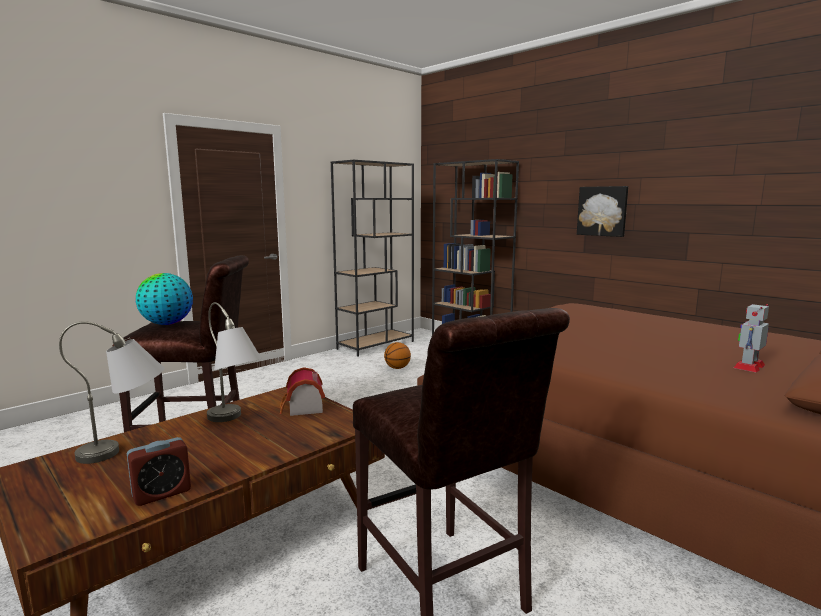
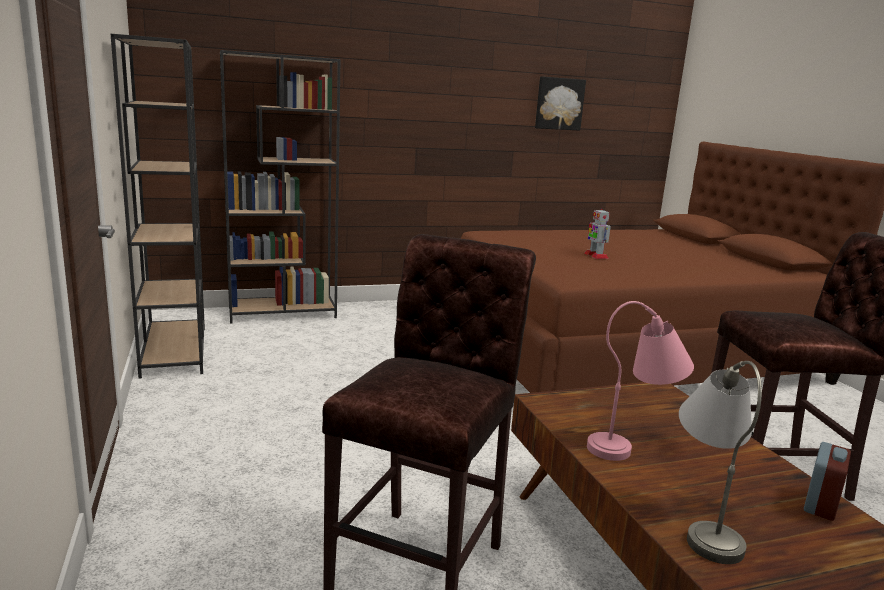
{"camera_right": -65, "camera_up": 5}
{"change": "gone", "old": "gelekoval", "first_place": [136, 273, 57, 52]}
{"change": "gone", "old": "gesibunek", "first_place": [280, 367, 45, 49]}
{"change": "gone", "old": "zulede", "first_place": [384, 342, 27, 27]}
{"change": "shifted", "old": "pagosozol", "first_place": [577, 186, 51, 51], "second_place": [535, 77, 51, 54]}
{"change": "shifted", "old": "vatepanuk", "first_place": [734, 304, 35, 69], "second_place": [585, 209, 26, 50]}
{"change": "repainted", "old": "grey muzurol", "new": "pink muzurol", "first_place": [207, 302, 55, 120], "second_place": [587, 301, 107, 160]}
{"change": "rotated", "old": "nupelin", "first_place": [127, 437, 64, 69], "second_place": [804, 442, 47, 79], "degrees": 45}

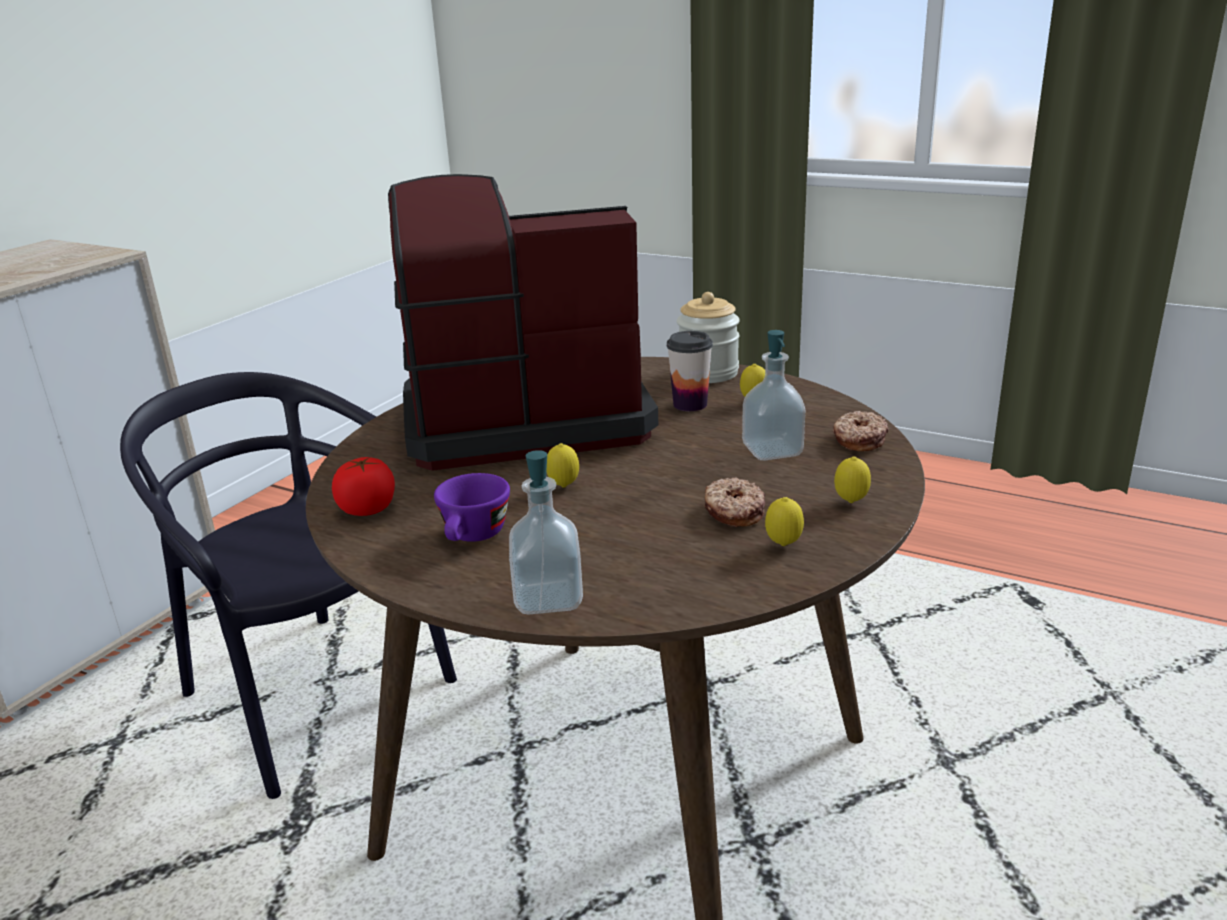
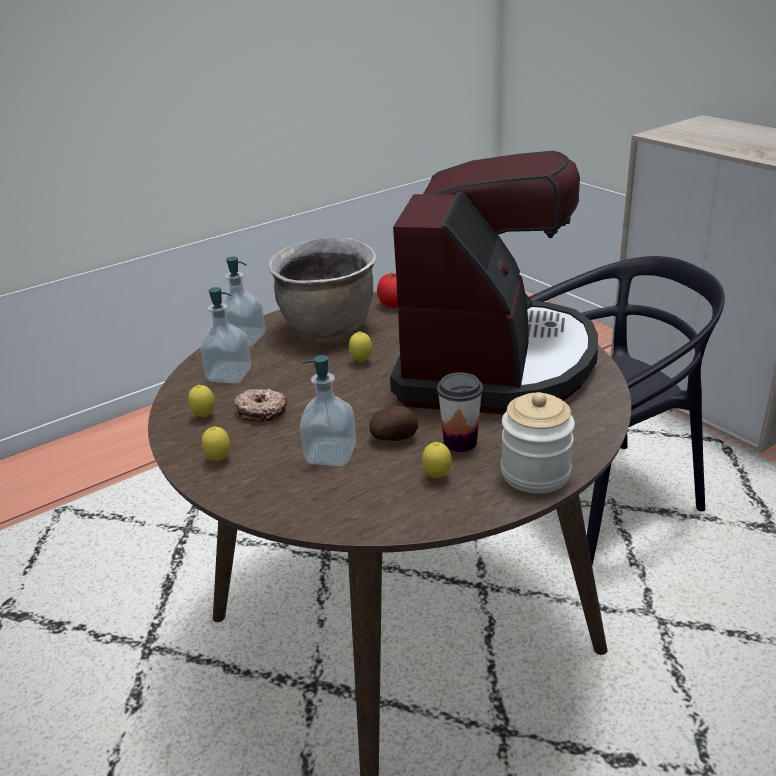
{"camera_right": 115, "camera_up": 5}
{"change": "gone", "old": "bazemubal", "first_place": [833, 411, 56, 40]}
{"change": "new", "new": "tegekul", "second_place": [200, 287, 51, 96]}
{"change": "new", "new": "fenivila", "second_place": [369, 405, 49, 36]}
{"change": "swapped", "old": "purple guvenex", "new": "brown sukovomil", "first_place": [434, 473, 76, 69], "second_place": [268, 238, 108, 101]}

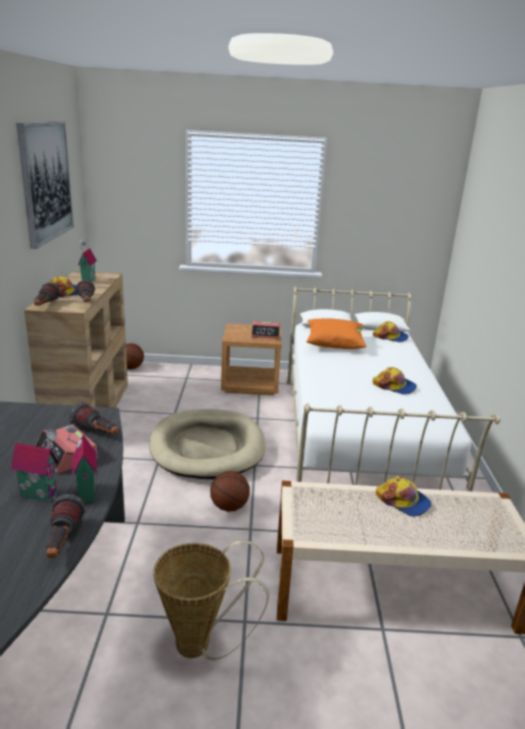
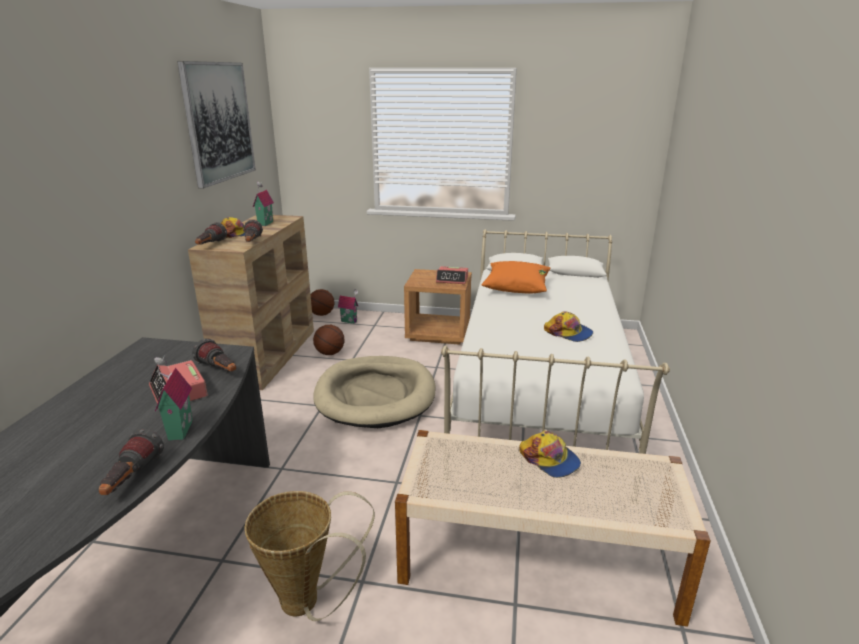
{"camera_right": 10, "camera_up": 0}
{"change": "gone", "old": "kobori", "first_place": [373, 321, 36, 21]}
{"change": "shifted", "old": "gesibunek", "first_place": [11, 428, 48, 74], "second_place": [338, 289, 20, 35]}
{"change": "shifted", "old": "zulede", "first_place": [210, 471, 40, 41], "second_place": [313, 325, 32, 30]}

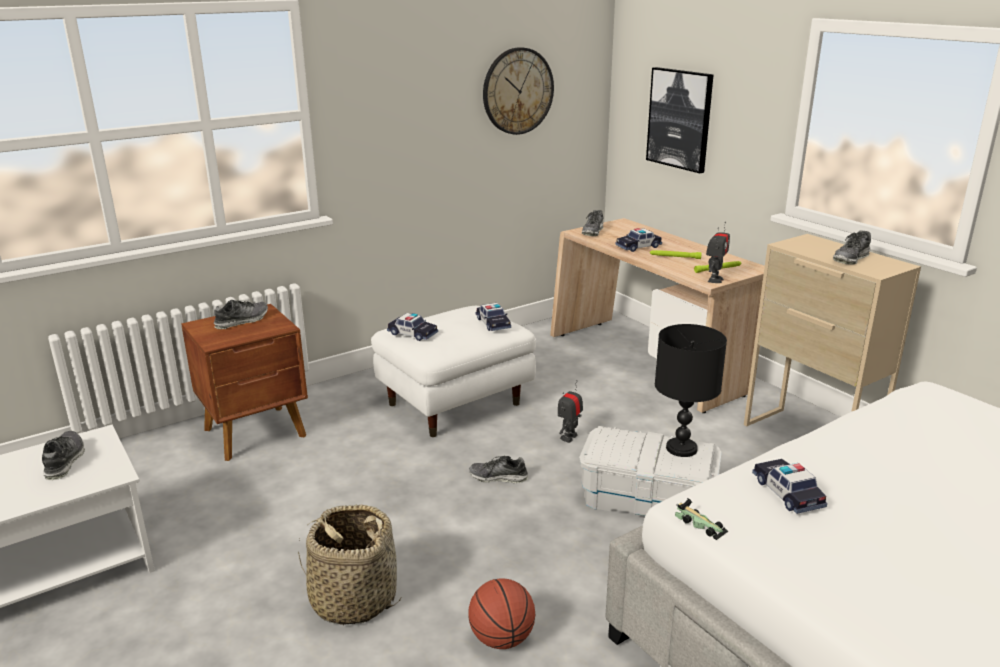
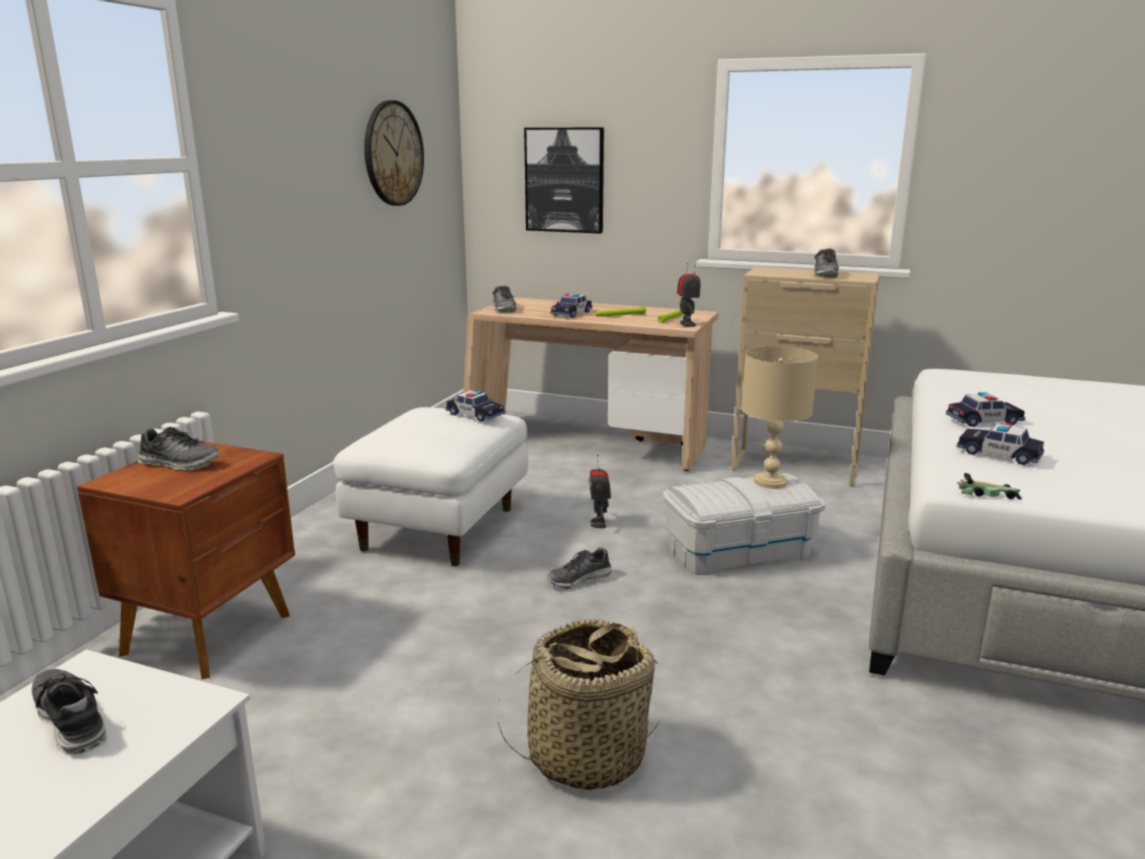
{"camera_right": -35, "camera_up": -5}
{"change": "gone", "old": "zulede", "first_place": [468, 579, 67, 70]}
{"change": "shifted", "old": "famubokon", "first_place": [387, 313, 51, 28], "second_place": [946, 392, 79, 35]}
{"change": "repainted", "old": "black muzurol", "new": "beige muzurol", "first_place": [655, 324, 72, 133], "second_place": [741, 346, 77, 143]}
{"change": "rotated", "old": "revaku", "first_place": [214, 300, 54, 29], "second_place": [138, 427, 82, 43], "degrees": 90}

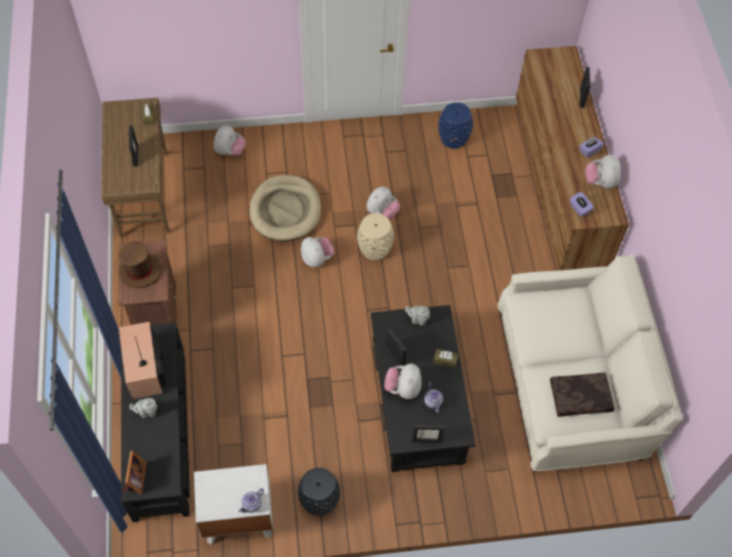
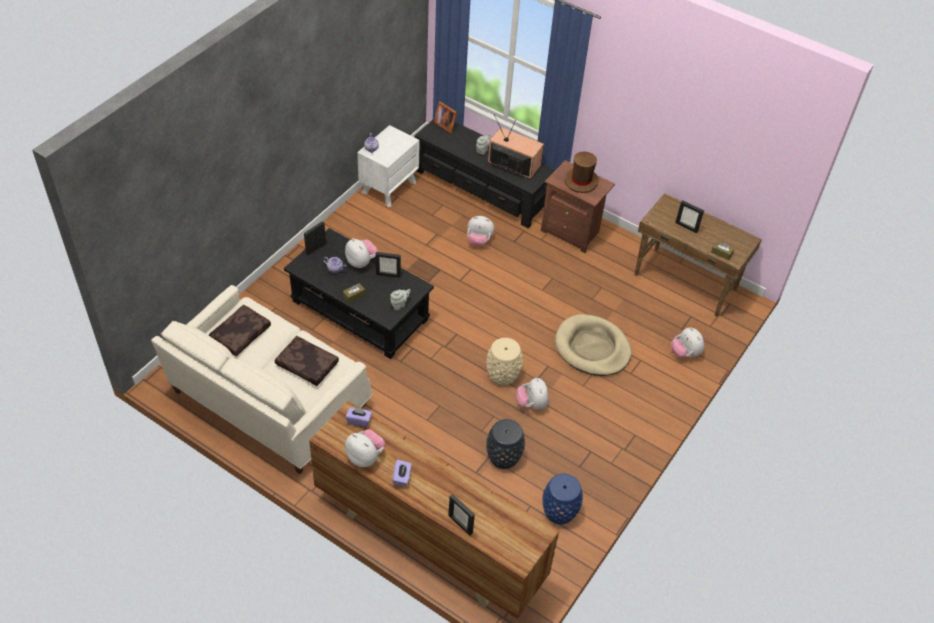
{"camera_right": 130, "camera_up": -10}
{"change": "new", "new": "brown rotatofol", "second_place": [275, 336, 64, 50]}
{"change": "shifted", "old": "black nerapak", "first_place": [298, 468, 42, 48], "second_place": [486, 419, 39, 50]}
{"change": "shifted", "old": "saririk", "first_place": [301, 237, 34, 30], "second_place": [467, 216, 27, 31]}

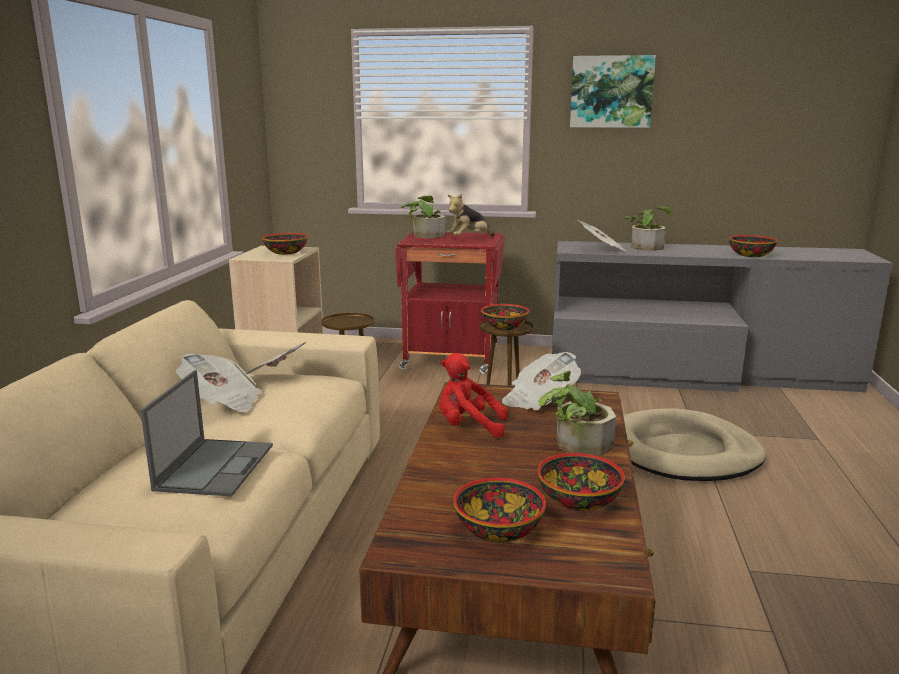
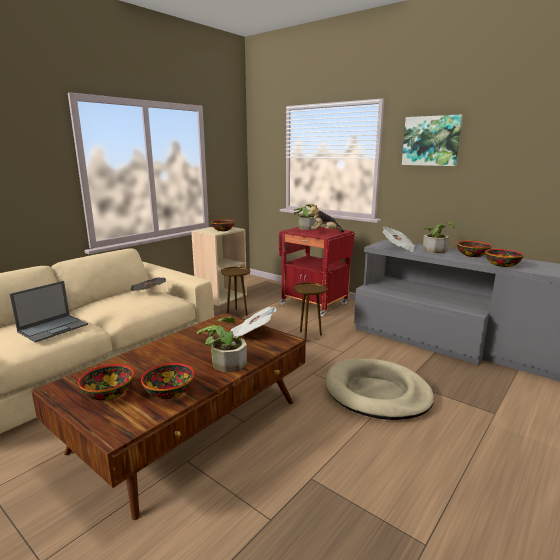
{"camera_right": 30, "camera_up": 0}
{"change": "gone", "old": "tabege", "first_place": [176, 353, 85, 59]}
{"change": "gone", "old": "red saririk", "first_place": [439, 353, 70, 85]}
{"change": "shifted", "old": "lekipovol", "first_place": [481, 304, 48, 26], "second_place": [457, 241, 34, 16]}

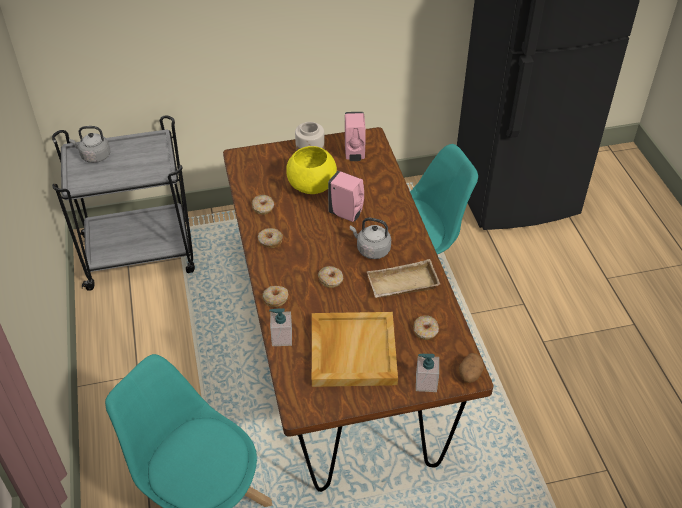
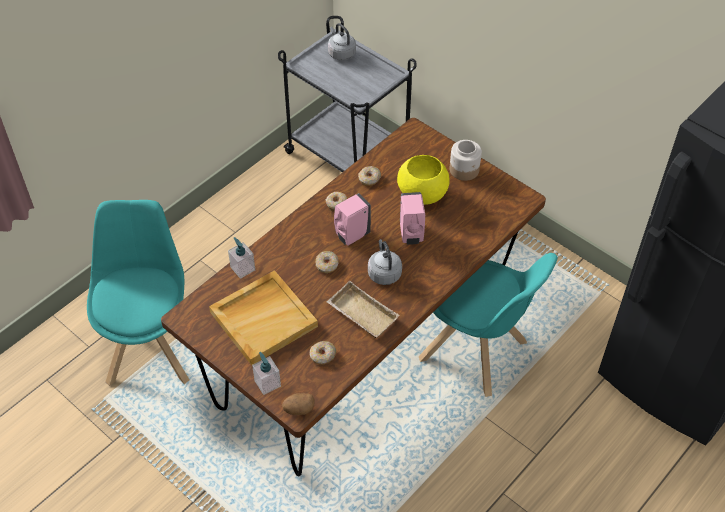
{"camera_right": 55, "camera_up": 5}
{"change": "gone", "old": "bazemubal", "first_place": [262, 286, 26, 21]}
{"change": "shifted", "old": "pink tegekul", "first_place": [345, 112, 21, 49], "second_place": [334, 193, 37, 53]}

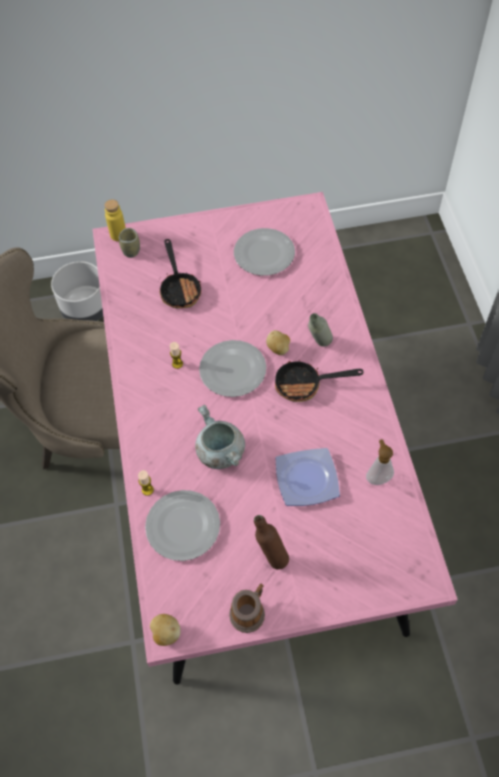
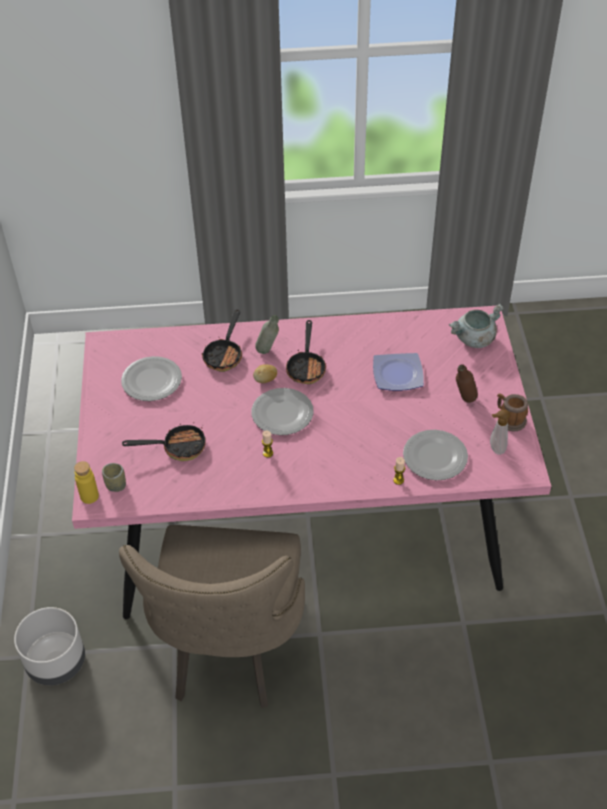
{"camera_right": -85, "camera_up": -10}
{"change": "gone", "old": "fenivila", "first_place": [150, 614, 30, 32]}
{"change": "new", "new": "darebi", "second_place": [202, 309, 40, 63]}
{"change": "shifted", "old": "grey sukovomil", "first_place": [195, 405, 50, 64], "second_place": [449, 304, 55, 44]}
{"change": "shifted", "old": "tegekul", "first_place": [366, 439, 28, 46], "second_place": [490, 409, 20, 46]}

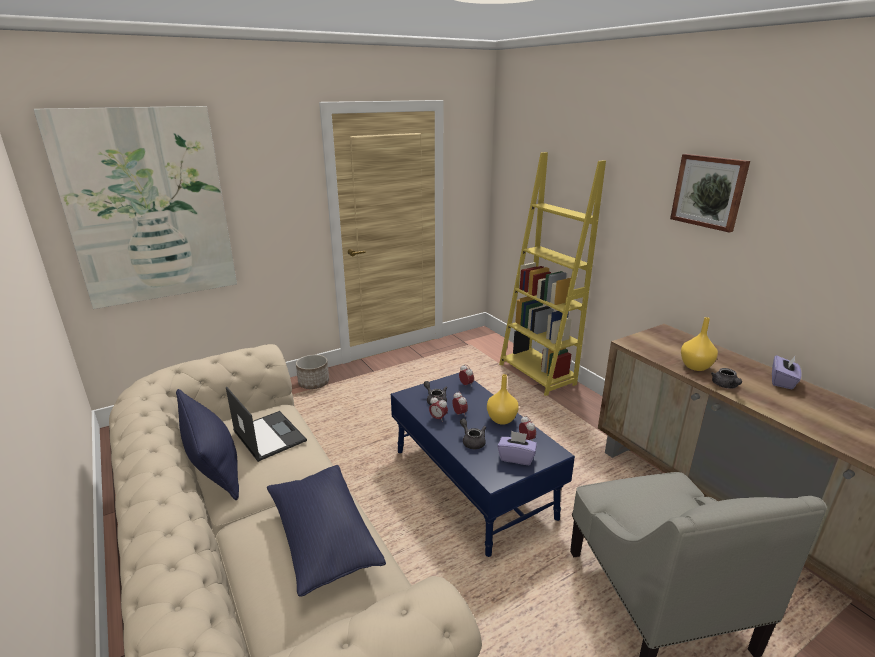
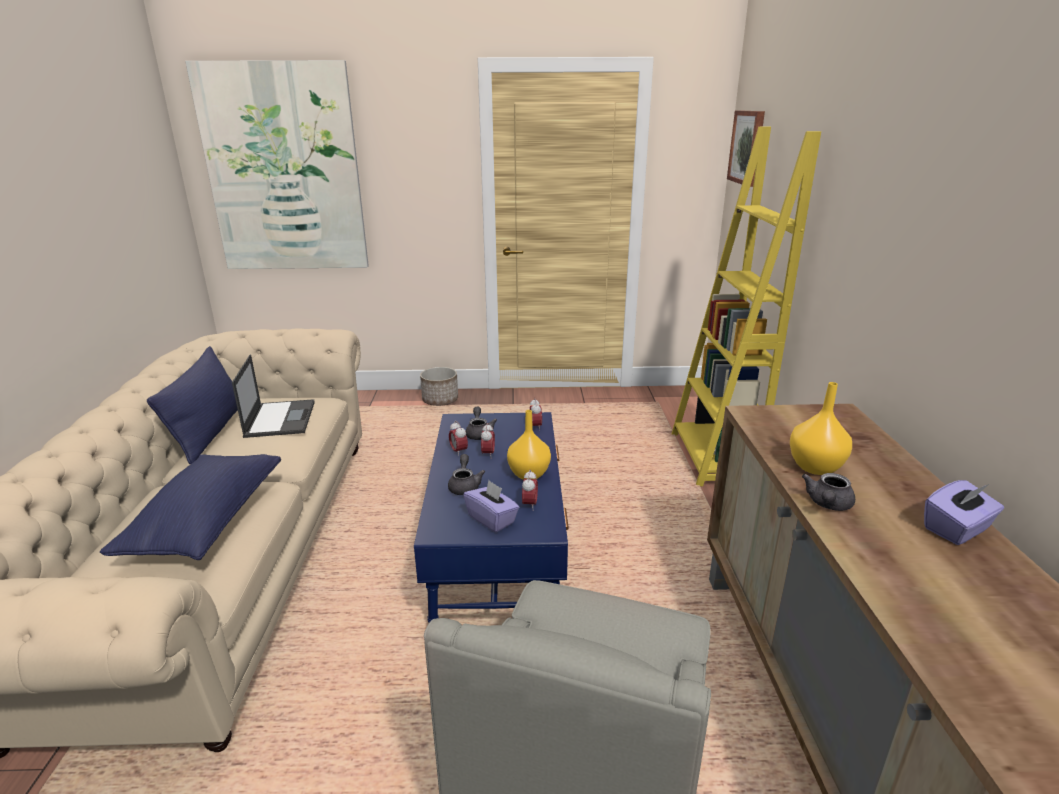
{"camera_right": 30, "camera_up": 0}
{"change": "shifted", "old": "pagosozol", "first_place": [670, 154, 80, 79], "second_place": [727, 111, 38, 76]}

